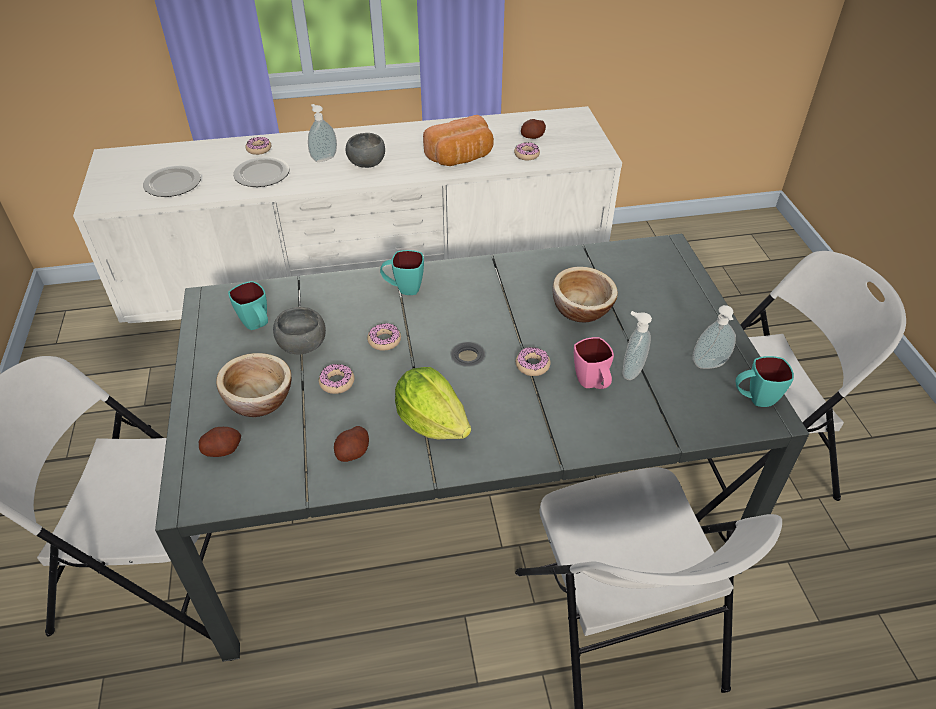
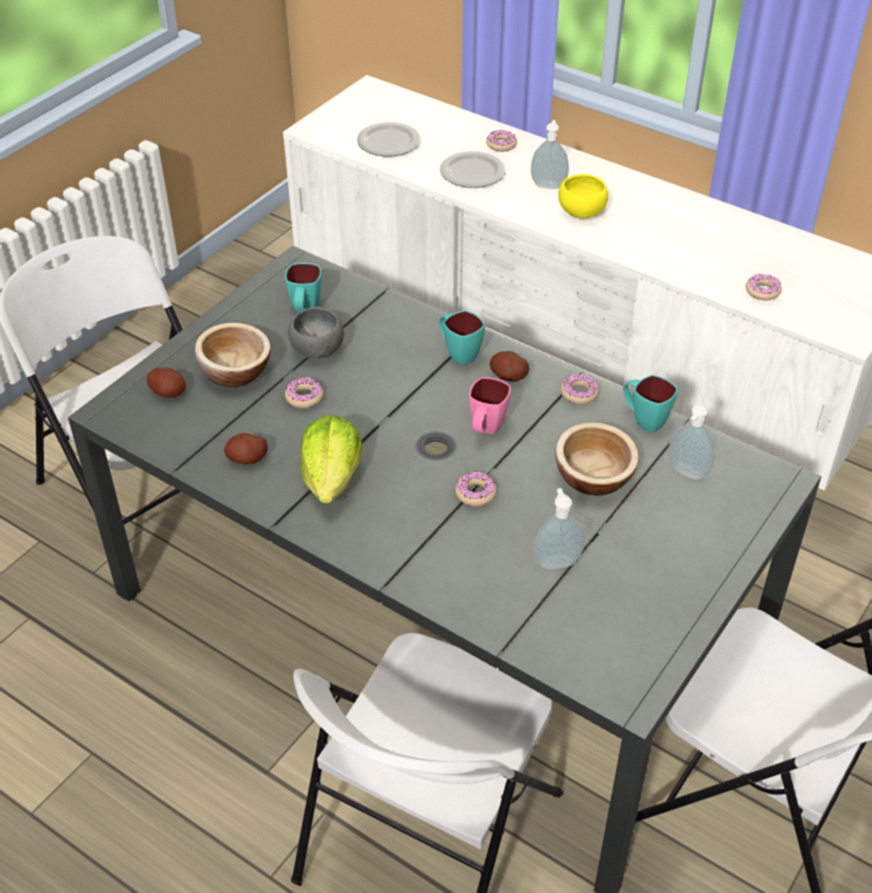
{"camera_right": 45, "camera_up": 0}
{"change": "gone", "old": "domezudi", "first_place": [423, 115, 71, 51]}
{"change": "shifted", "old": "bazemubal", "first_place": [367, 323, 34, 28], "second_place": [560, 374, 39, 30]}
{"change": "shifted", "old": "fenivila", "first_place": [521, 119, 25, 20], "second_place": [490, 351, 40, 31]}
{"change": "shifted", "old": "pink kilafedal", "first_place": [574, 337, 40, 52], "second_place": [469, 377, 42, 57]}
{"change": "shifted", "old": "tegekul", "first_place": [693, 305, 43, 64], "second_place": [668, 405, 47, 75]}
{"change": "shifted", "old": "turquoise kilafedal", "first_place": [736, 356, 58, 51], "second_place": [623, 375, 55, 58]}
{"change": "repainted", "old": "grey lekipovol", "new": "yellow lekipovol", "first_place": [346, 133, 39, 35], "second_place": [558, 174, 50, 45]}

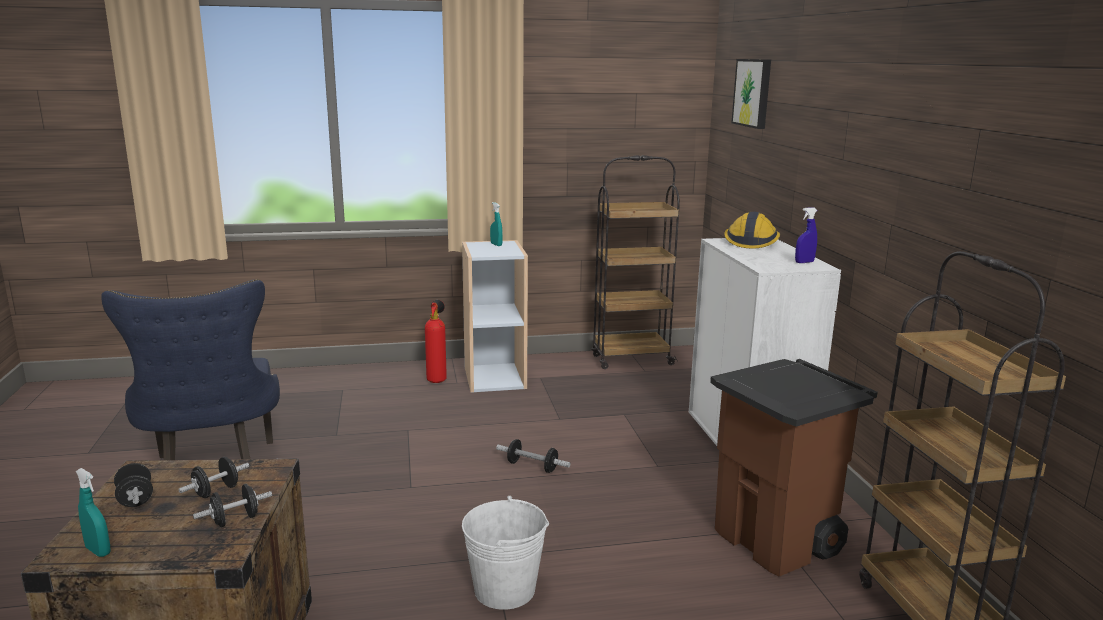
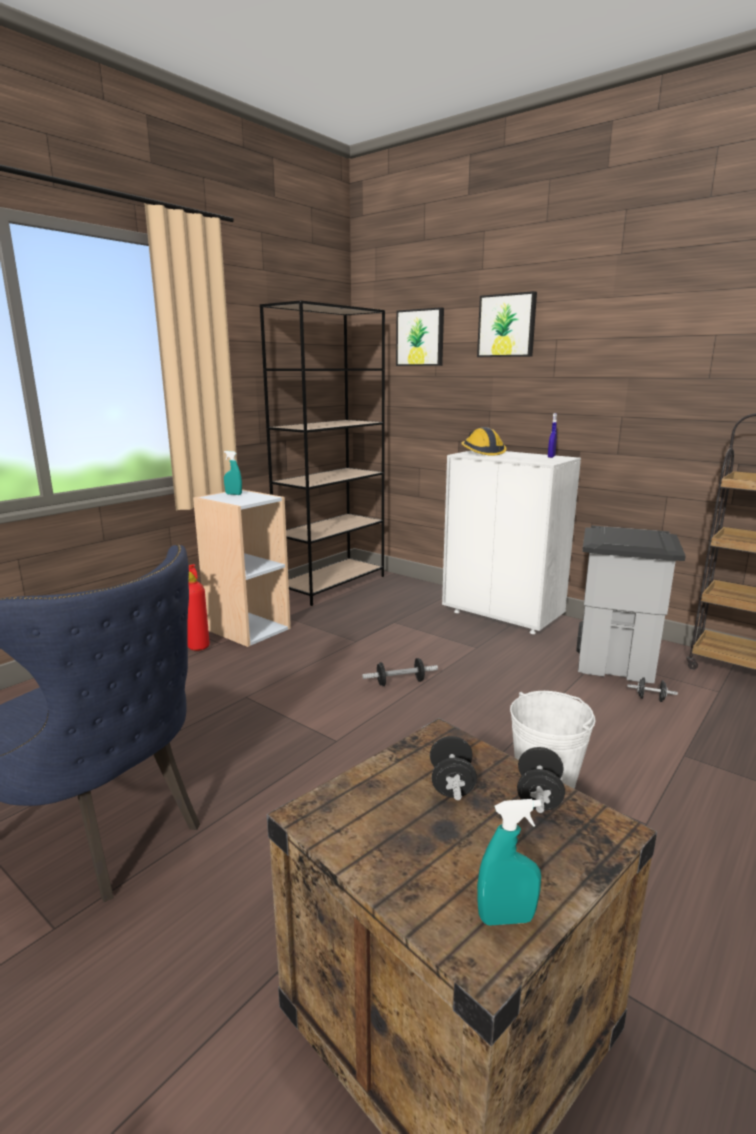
{"camera_right": -40, "camera_up": 0}
{"change": "new", "new": "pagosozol", "second_place": [477, 291, 60, 66]}
{"change": "shifted", "old": "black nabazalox", "first_place": [114, 463, 39, 44], "second_place": [627, 678, 51, 24]}
{"change": "swapped", "old": "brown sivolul", "new": "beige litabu", "first_place": [591, 155, 89, 214], "second_place": [260, 300, 125, 306]}
{"change": "repainted", "old": "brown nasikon", "new": "grey nasikon", "first_place": [710, 359, 168, 218], "second_place": [576, 525, 110, 158]}

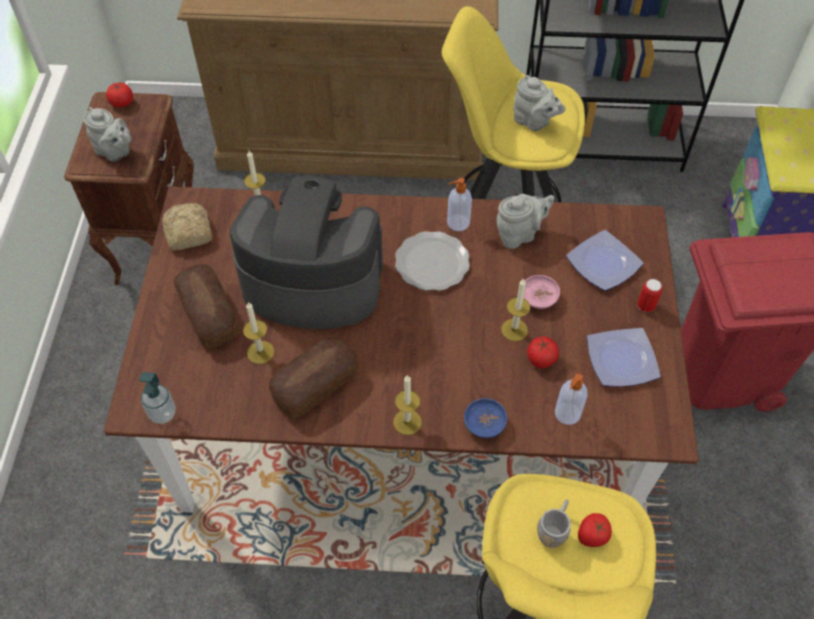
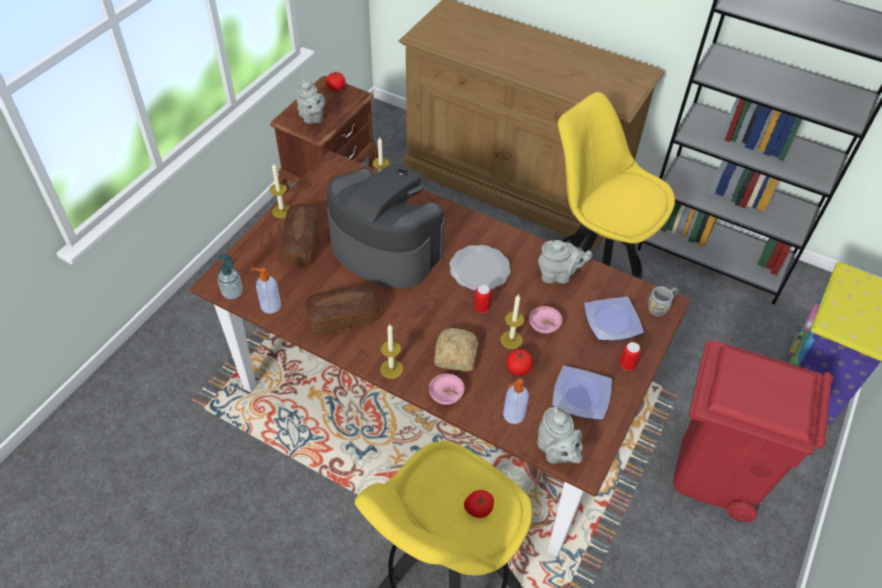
{"camera_right": 25, "camera_up": -5}
{"change": "new", "new": "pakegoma", "second_place": [474, 285, 18, 28]}
{"change": "shifted", "old": "domezudi", "first_place": [162, 203, 51, 47], "second_place": [434, 328, 44, 43]}
{"change": "shifted", "old": "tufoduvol", "first_place": [243, 302, 31, 62], "second_place": [269, 163, 21, 55]}
{"change": "shifted", "old": "tegekul", "first_place": [447, 178, 25, 53], "second_place": [251, 268, 30, 46]}
{"change": "shifted", "old": "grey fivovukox", "first_place": [513, 75, 53, 56], "second_place": [537, 407, 46, 57]}
{"change": "shifted", "old": "grey kilafedal", "first_place": [537, 499, 34, 49], "second_place": [648, 286, 30, 31]}
{"change": "repainted", "old": "blue lekipovol", "new": "pink lekipovol", "first_place": [464, 398, 43, 40], "second_place": [429, 373, 35, 32]}

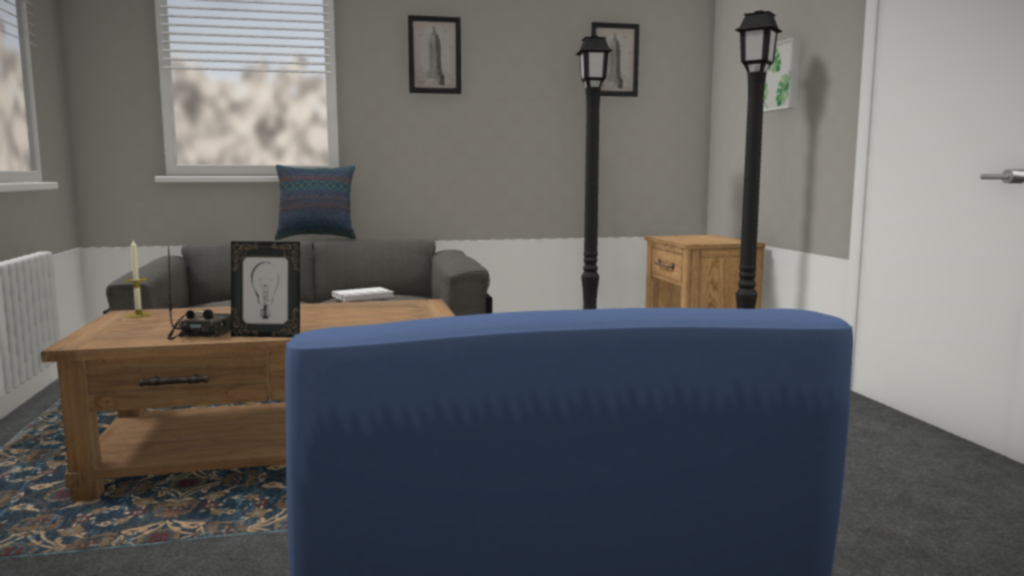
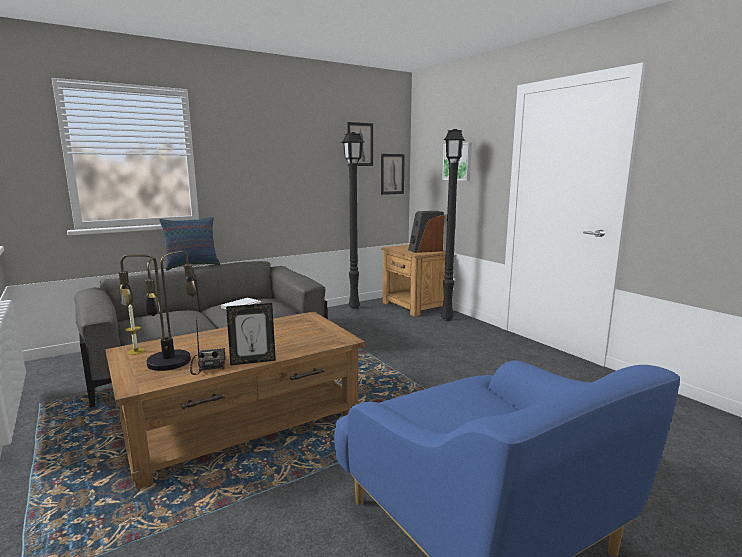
{"camera_right": -20, "camera_up": 5}
{"change": "new", "new": "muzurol", "second_place": [119, 250, 79, 121]}
{"change": "new", "new": "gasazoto", "second_place": [408, 211, 36, 42]}
{"change": "shifted", "old": "pagosozol", "first_place": [408, 15, 53, 79], "second_place": [381, 154, 24, 41]}

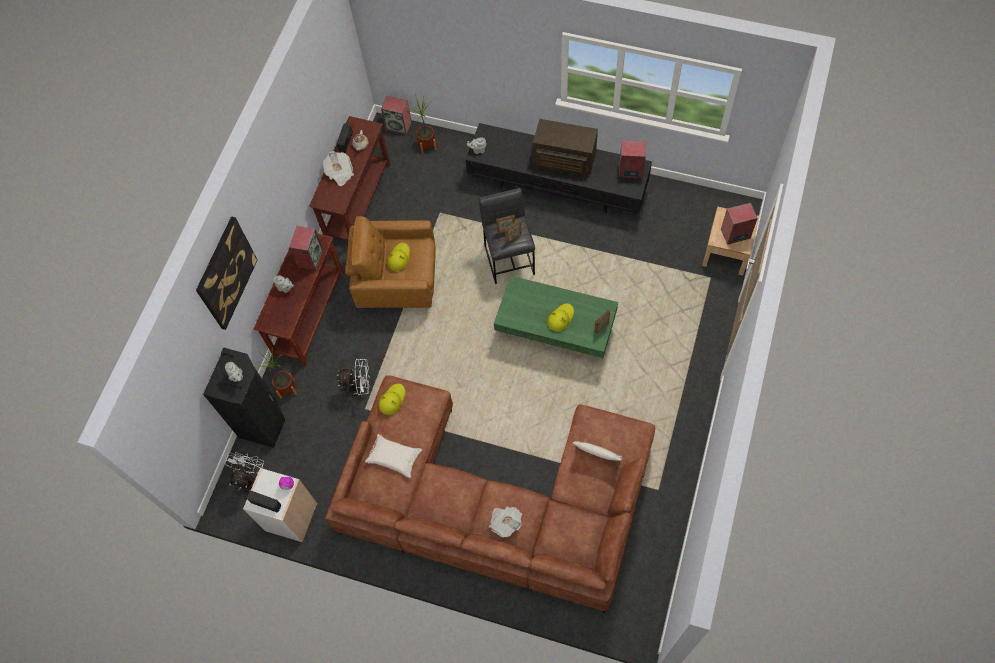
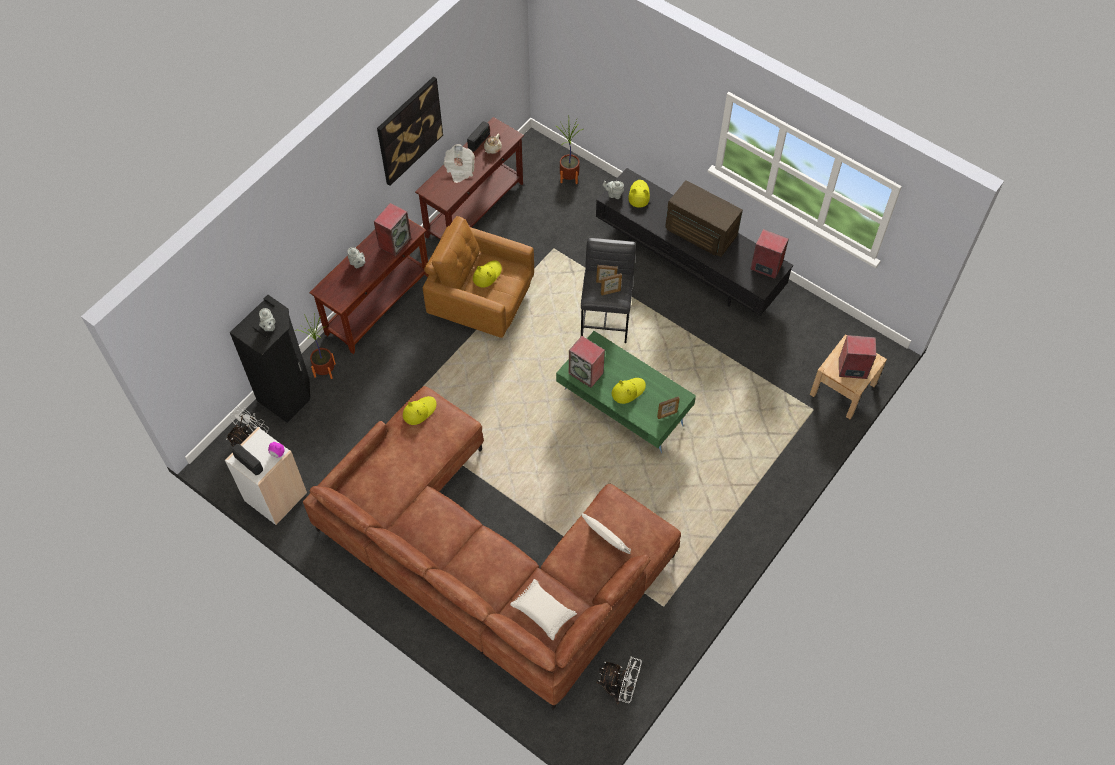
{"camera_right": 15, "camera_up": -5}
{"change": "gone", "old": "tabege", "first_place": [489, 506, 33, 31]}
{"change": "new", "new": "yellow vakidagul", "second_place": [628, 180, 22, 28]}
{"change": "shifted", "old": "pagosozol", "first_place": [196, 216, 62, 114], "second_place": [377, 77, 66, 109]}
{"change": "shifted", "old": "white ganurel", "first_place": [336, 359, 34, 42], "second_place": [596, 656, 46, 48]}
{"change": "shifted", "old": "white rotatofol", "first_place": [365, 434, 57, 44], "second_place": [510, 579, 67, 61]}
{"change": "shifted", "old": "gasazoto", "first_place": [381, 96, 31, 39], "second_place": [569, 336, 36, 52]}

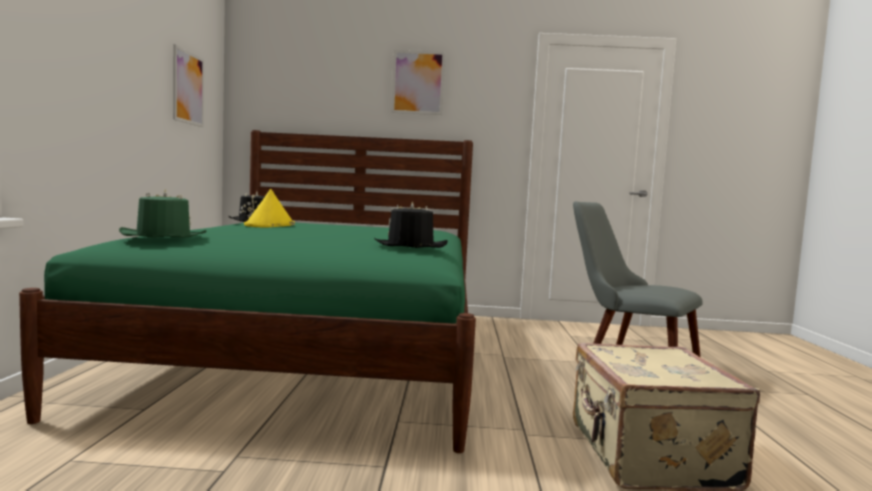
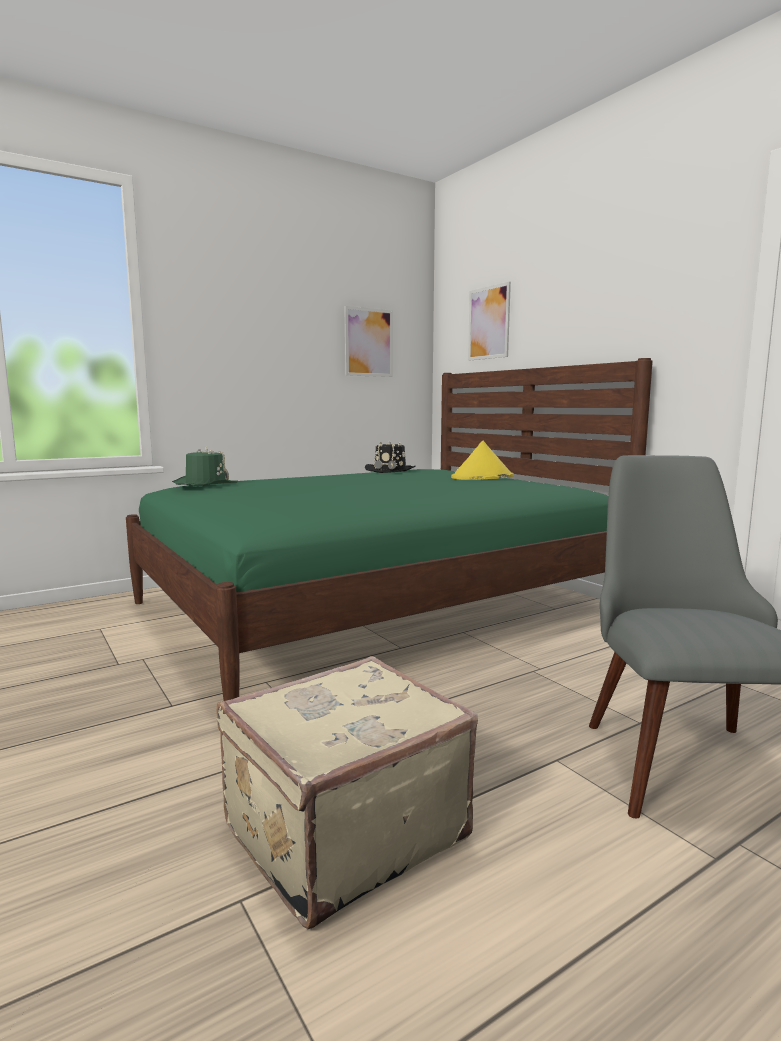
{"camera_right": 55, "camera_up": 5}
{"change": "gone", "old": "black vakidagul", "first_place": [374, 201, 74, 47]}
{"change": "shifted", "old": "yellow vakidagul", "first_place": [244, 189, 51, 38], "second_place": [451, 440, 63, 40]}
{"change": "shifted", "old": "pagosozol", "first_place": [391, 50, 54, 65], "second_place": [468, 282, 43, 79]}

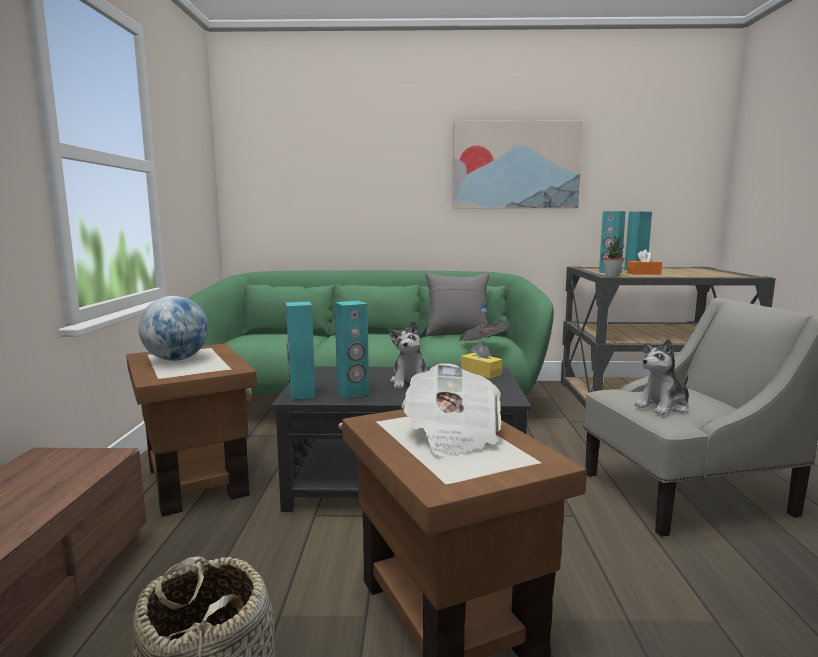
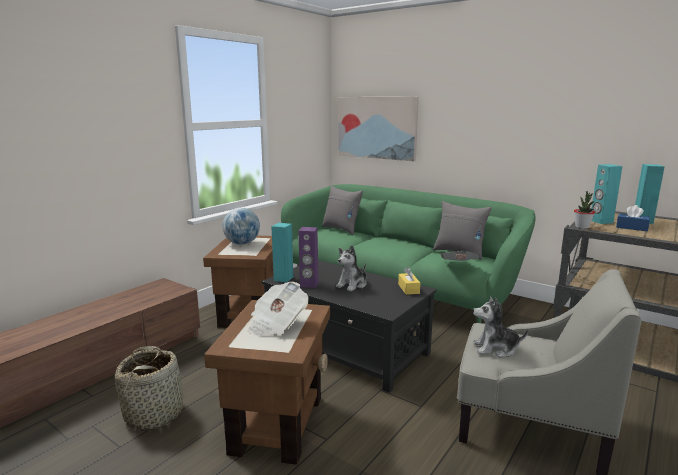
{"camera_right": 35, "camera_up": 5}
{"change": "new", "new": "grey rotatofol", "second_place": [322, 185, 41, 50]}
{"change": "shifted", "old": "pagosozol", "first_place": [452, 120, 132, 88], "second_place": [338, 97, 81, 64]}
{"change": "repainted", "old": "turquoise gasazoto", "new": "purple gasazoto", "first_place": [335, 301, 34, 97], "second_place": [298, 227, 21, 61]}
{"change": "repainted", "old": "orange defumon", "new": "blue defumon", "first_place": [627, 249, 35, 26], "second_place": [616, 205, 34, 26]}

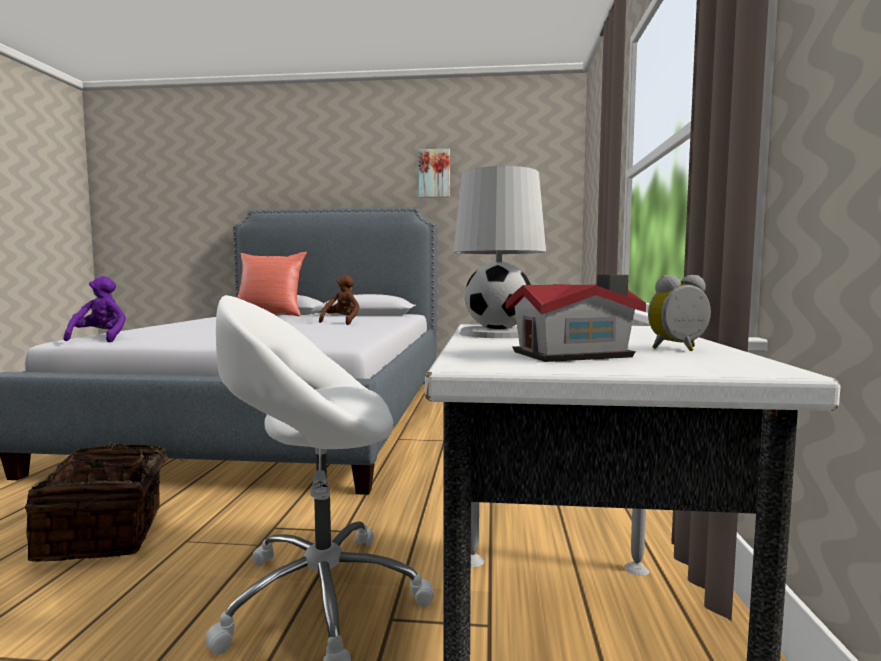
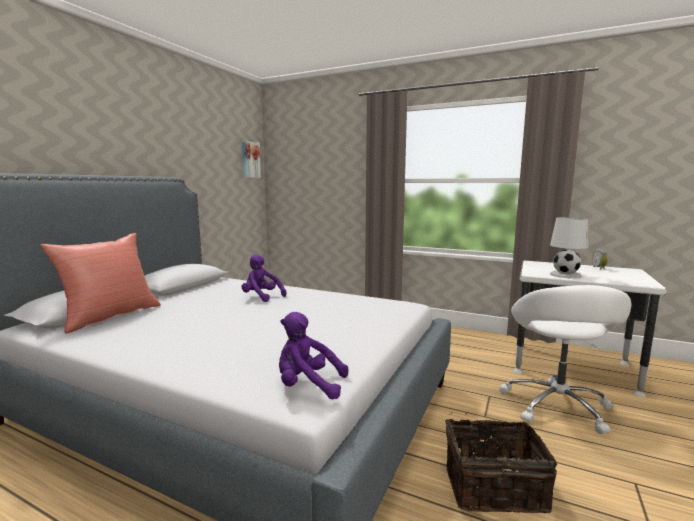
{"camera_right": -70, "camera_up": 5}
{"change": "gone", "old": "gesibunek", "first_place": [506, 275, 140, 87]}
{"change": "shifted", "old": "pagosozol", "first_place": [419, 149, 31, 49], "second_place": [242, 141, 19, 37]}
{"change": "repainted", "old": "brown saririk", "new": "purple saririk", "first_place": [319, 275, 40, 50], "second_place": [242, 254, 44, 48]}

